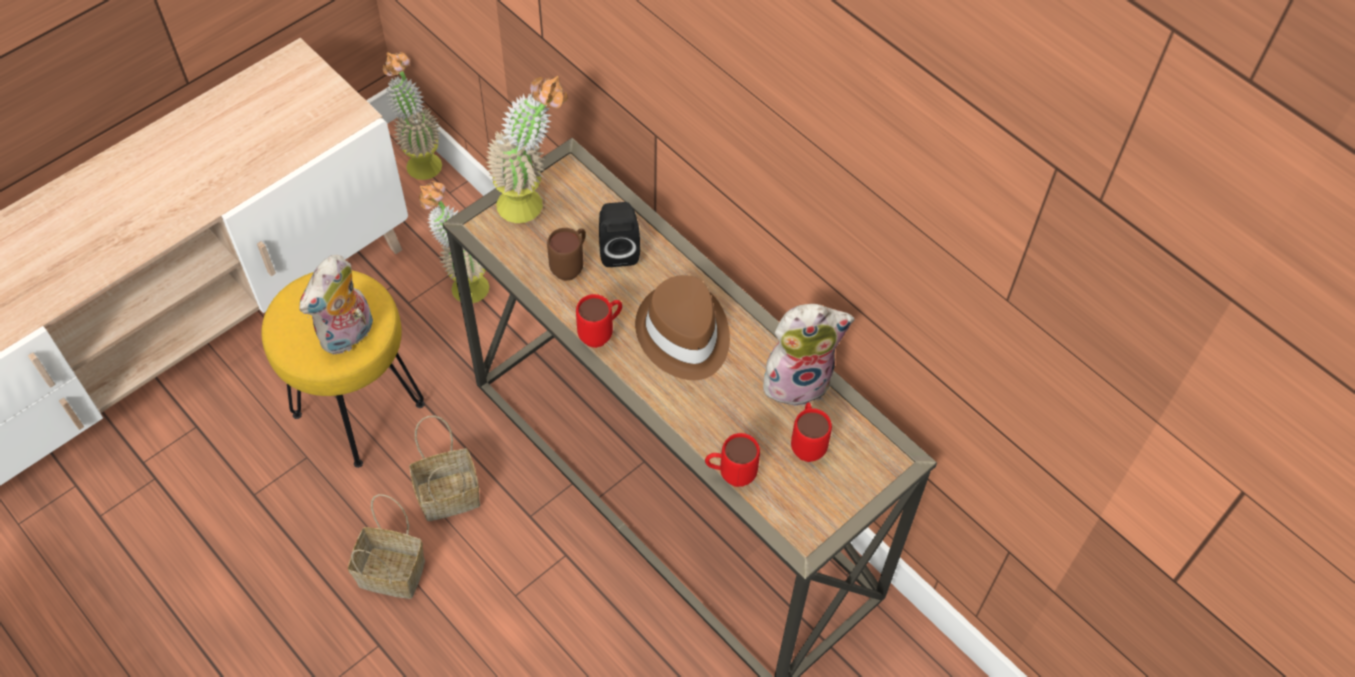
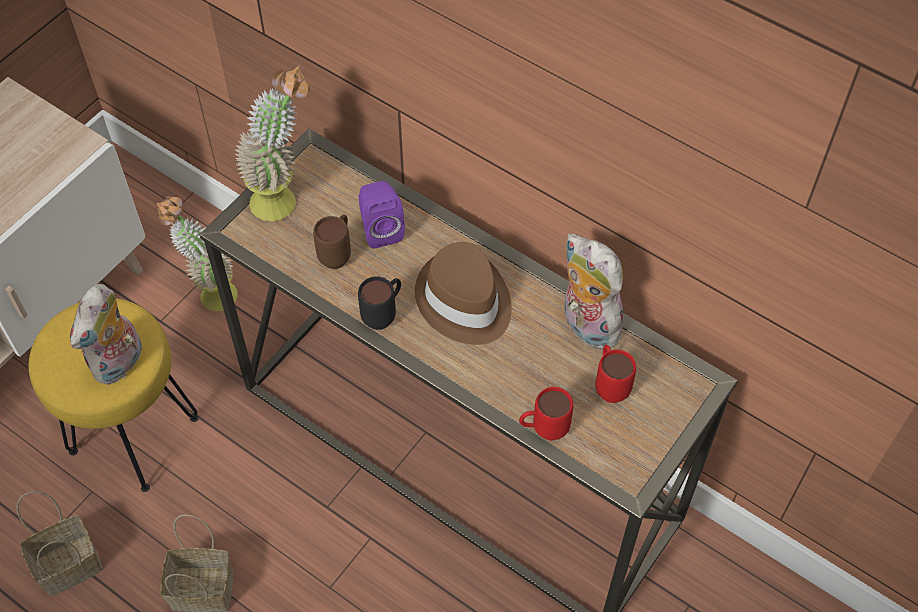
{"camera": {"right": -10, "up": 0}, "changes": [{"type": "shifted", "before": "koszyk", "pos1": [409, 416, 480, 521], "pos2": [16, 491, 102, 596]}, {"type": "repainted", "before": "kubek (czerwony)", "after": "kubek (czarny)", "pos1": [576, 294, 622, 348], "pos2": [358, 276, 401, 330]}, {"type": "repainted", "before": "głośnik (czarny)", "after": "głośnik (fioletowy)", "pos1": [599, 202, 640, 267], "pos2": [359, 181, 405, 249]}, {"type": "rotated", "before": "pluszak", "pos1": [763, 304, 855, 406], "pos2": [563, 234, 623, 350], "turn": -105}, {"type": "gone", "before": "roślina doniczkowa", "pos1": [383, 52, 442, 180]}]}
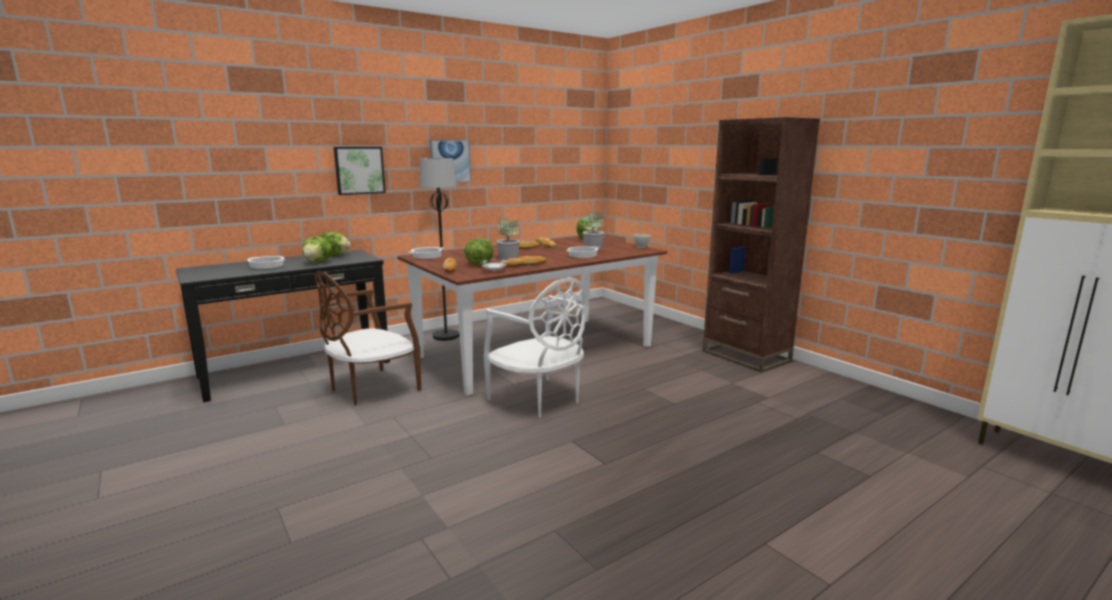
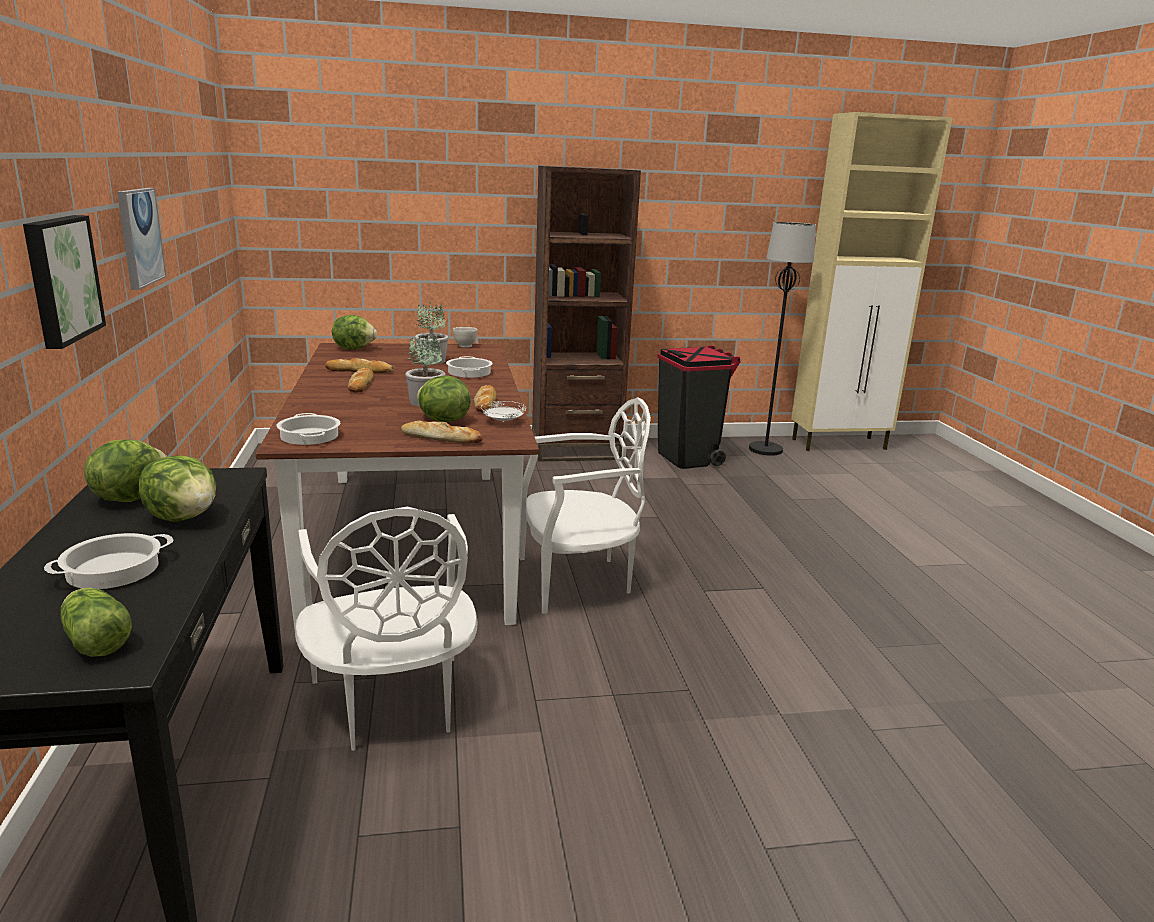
{"camera": {"right": -65, "up": 5}, "changes": [{"type": "new", "after": "sałata", "pos2": [60, 587, 132, 657]}, {"type": "repainted", "before": "krzesło (brązowy)", "after": "krzesło (biały)", "pos1": [314, 271, 421, 405], "pos2": [295, 507, 478, 751]}, {"type": "new", "after": "kosz na śmieci (czarny)", "pos2": [658, 345, 741, 469]}, {"type": "shifted", "before": "lampa stojąca (czarny)", "pos1": [420, 158, 460, 341], "pos2": [749, 222, 816, 456]}]}
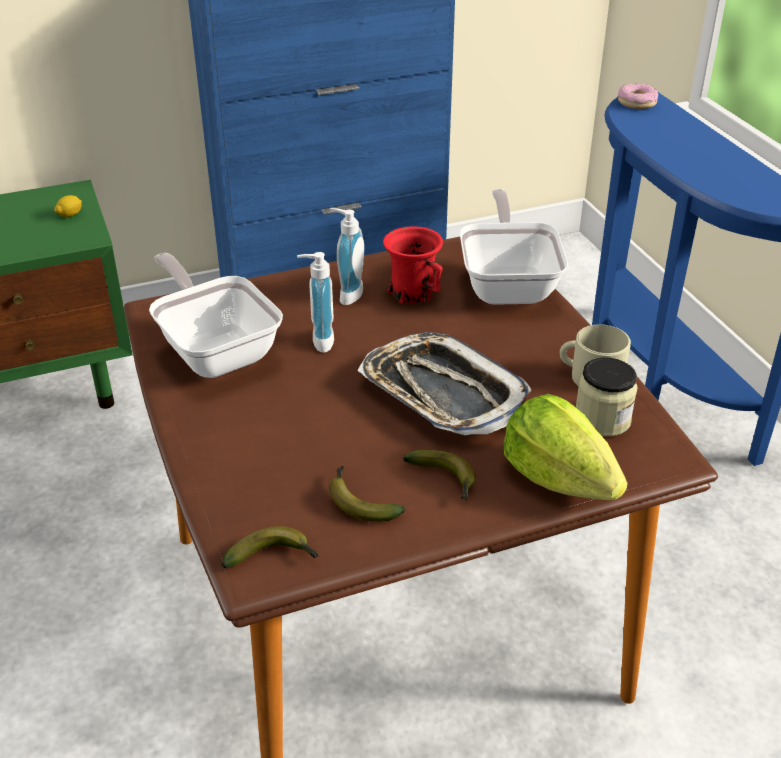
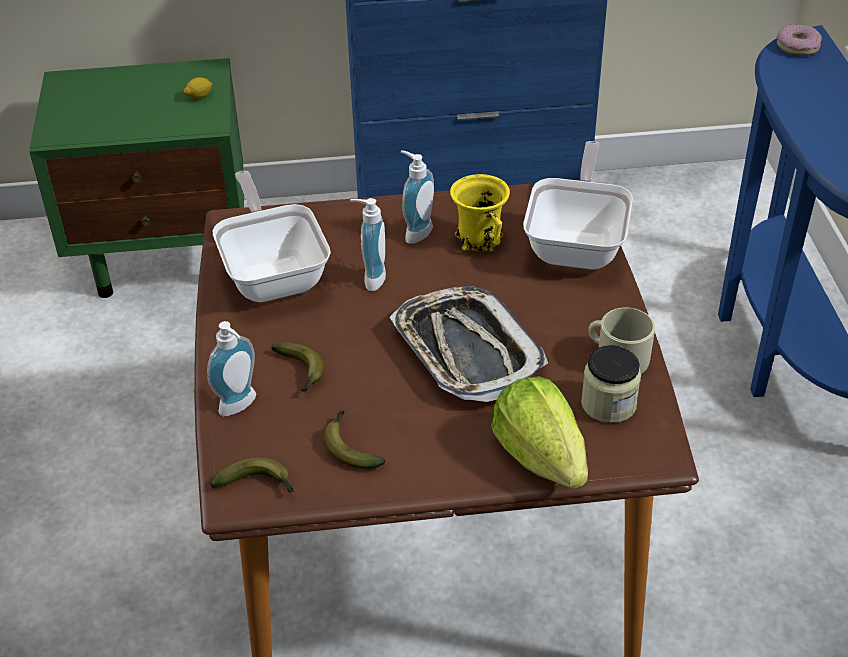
{"camera": {"right": 15, "up": 5}, "changes": [{"type": "new", "after": "dozownik mydła", "pos2": [207, 321, 256, 416]}, {"type": "shifted", "before": "banan", "pos1": [403, 450, 476, 500], "pos2": [271, 342, 324, 393]}, {"type": "repainted", "before": "kubek (czerwony)", "after": "kubek (żółty)", "pos1": [383, 226, 443, 304], "pos2": [450, 174, 510, 252]}]}
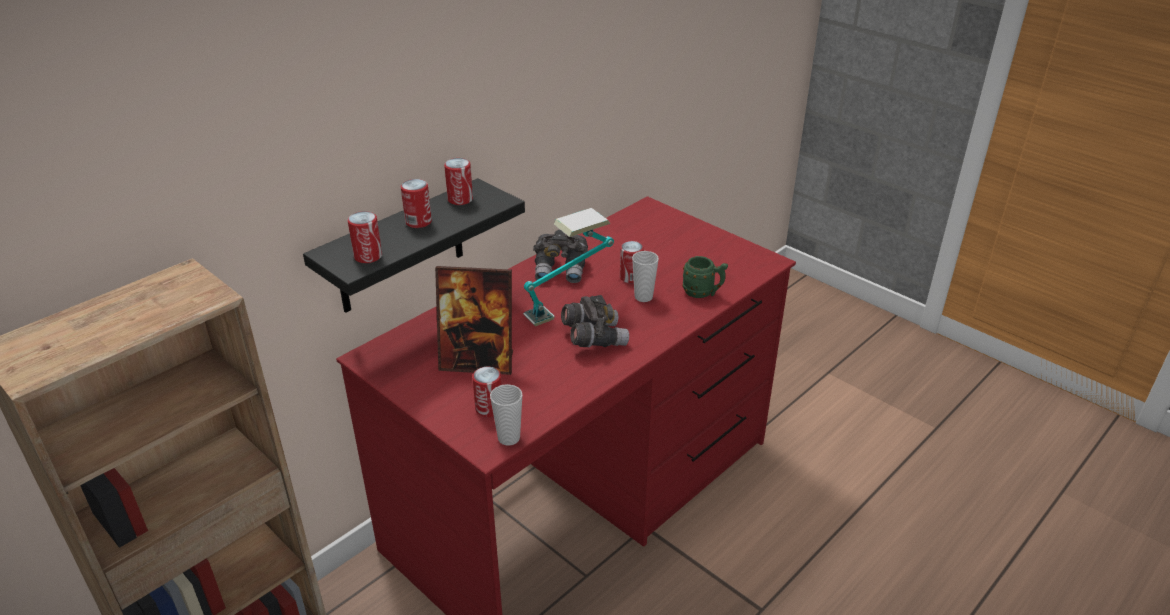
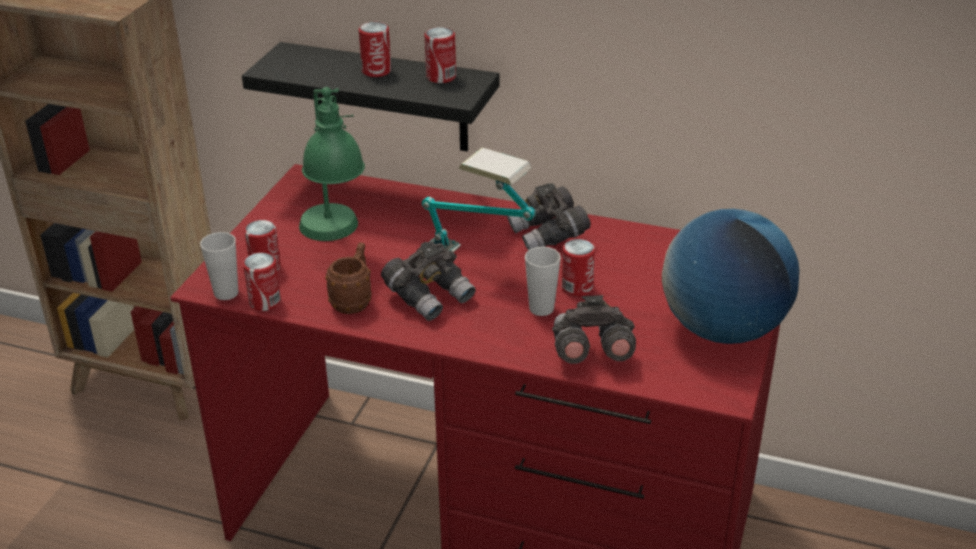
{"camera": {"right": 65, "up": 0}, "changes": [{"type": "shifted", "before": "puszka", "pos1": [348, 211, 382, 263], "pos2": [243, 253, 281, 311]}, {"type": "swapped", "before": "ramka na zdjęcie", "after": "lampa stołowa (zielony)", "pos1": [435, 266, 513, 375], "pos2": [299, 87, 365, 241]}, {"type": "new", "after": "kubek (brązowy)", "pos2": [326, 242, 372, 314]}, {"type": "swapped", "before": "kubek (zielony)", "after": "lornetka (szary)", "pos1": [682, 256, 728, 298], "pos2": [552, 295, 636, 364]}, {"type": "new", "after": "globus", "pos2": [662, 209, 799, 344]}]}
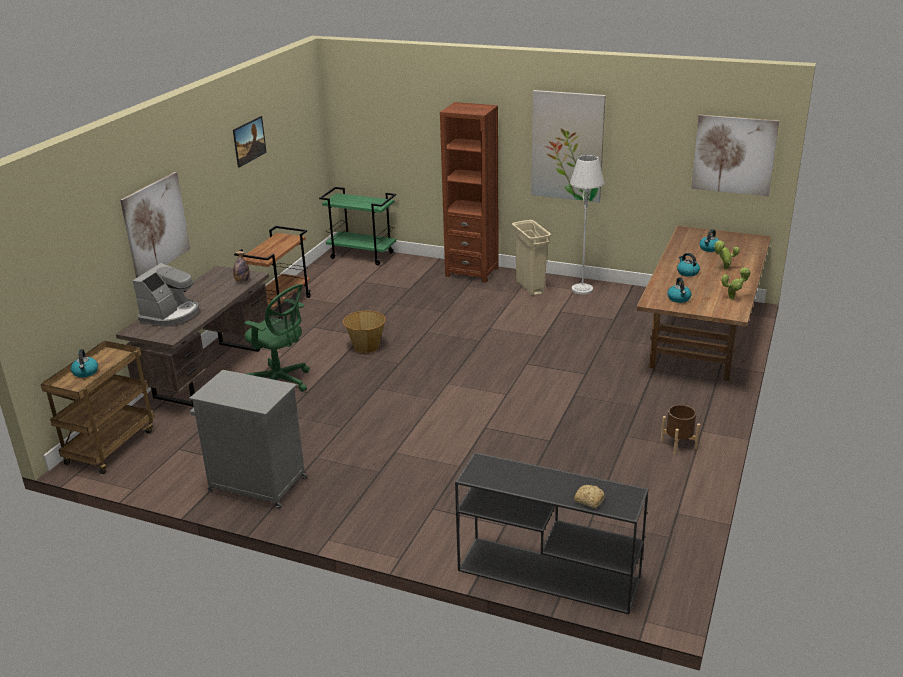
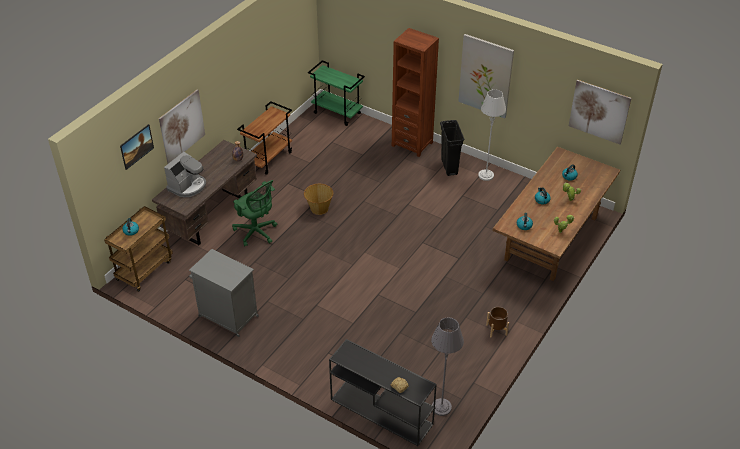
{"camera": {"right": 10, "up": 15}, "changes": [{"type": "shifted", "before": "obraz", "pos1": [233, 116, 267, 168], "pos2": [120, 124, 154, 170]}, {"type": "new", "after": "lampa stojąca (szary)", "pos2": [431, 317, 464, 416]}, {"type": "repainted", "before": "kosz na śmieci (beżowy)", "after": "kosz na śmieci (czarny)", "pos1": [512, 220, 551, 295], "pos2": [440, 120, 464, 176]}]}
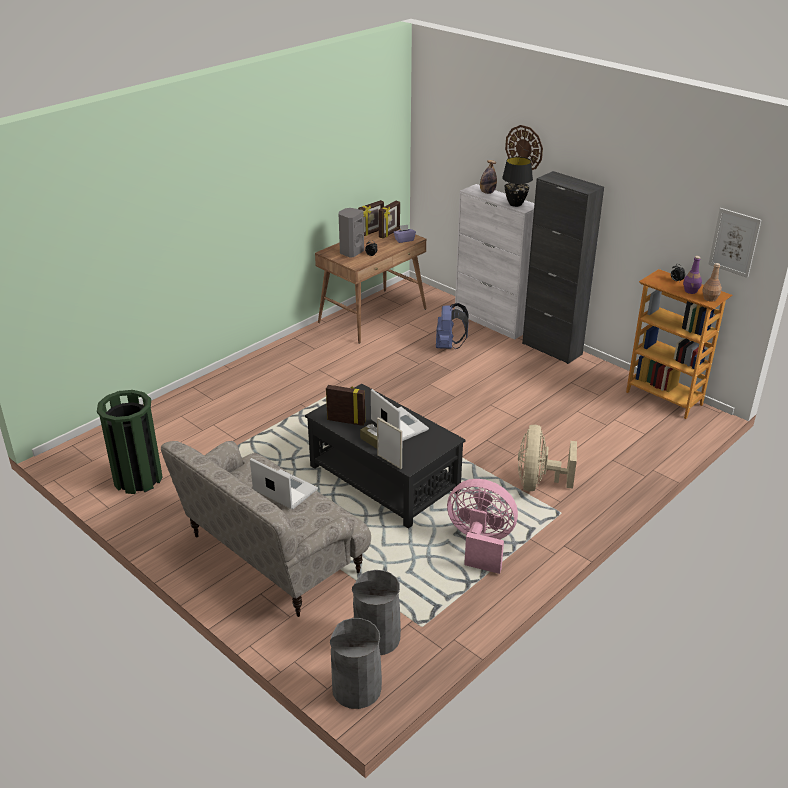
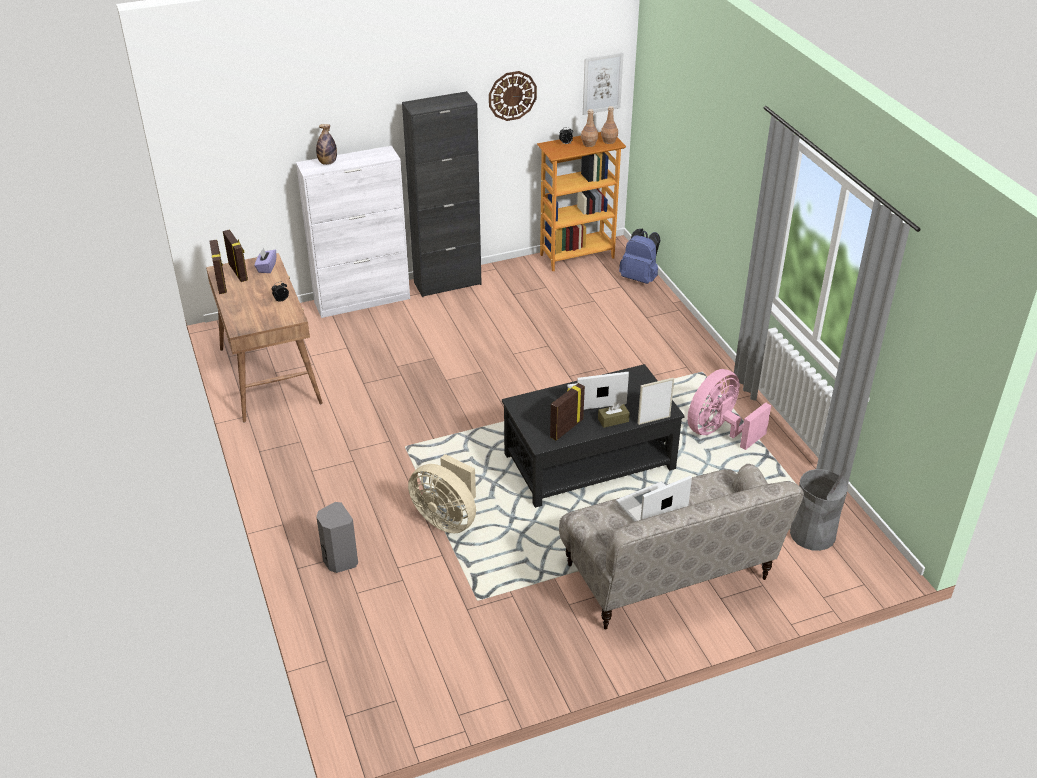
{"camera": {"right": -65, "up": 5}, "changes": [{"type": "shifted", "before": "głośnik (szary)", "pos1": [339, 208, 364, 258], "pos2": [316, 502, 358, 573]}, {"type": "shifted", "before": "wentylator (beżowy)", "pos1": [518, 425, 577, 491], "pos2": [408, 454, 476, 533]}, {"type": "shifted", "before": "zegar ścienny", "pos1": [505, 125, 543, 170], "pos2": [489, 71, 537, 121]}, {"type": "repainted", "before": "butelka (fioletowy)", "after": "butelka (brązowy)", "pos1": [683, 256, 702, 294], "pos2": [581, 109, 598, 147]}, {"type": "shifted", "before": "plecak (niebieski)", "pos1": [436, 303, 469, 349], "pos2": [619, 229, 661, 284]}, {"type": "gone", "before": "kosz na śmieci (zielony)", "pos1": [97, 390, 163, 494]}, {"type": "gone", "before": "kosz na śmieci (szary)", "pos1": [330, 618, 382, 709]}, {"type": "gone", "before": "lampa stołowa (czarny)", "pos1": [502, 157, 533, 207]}]}
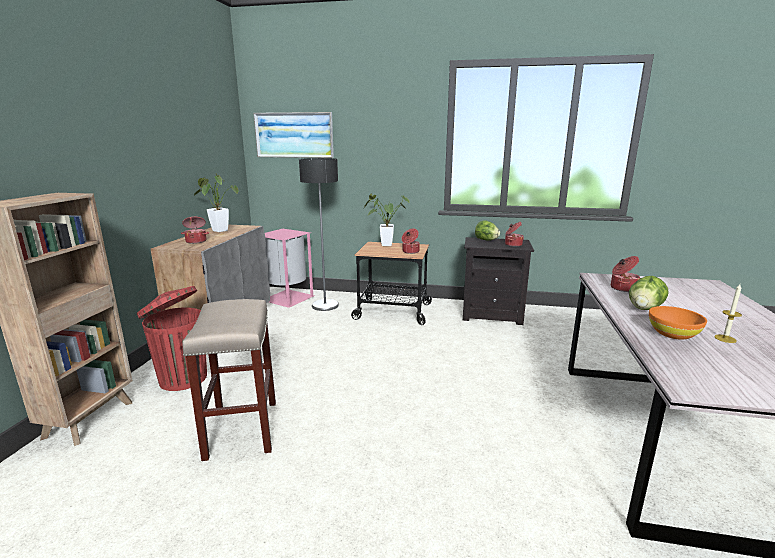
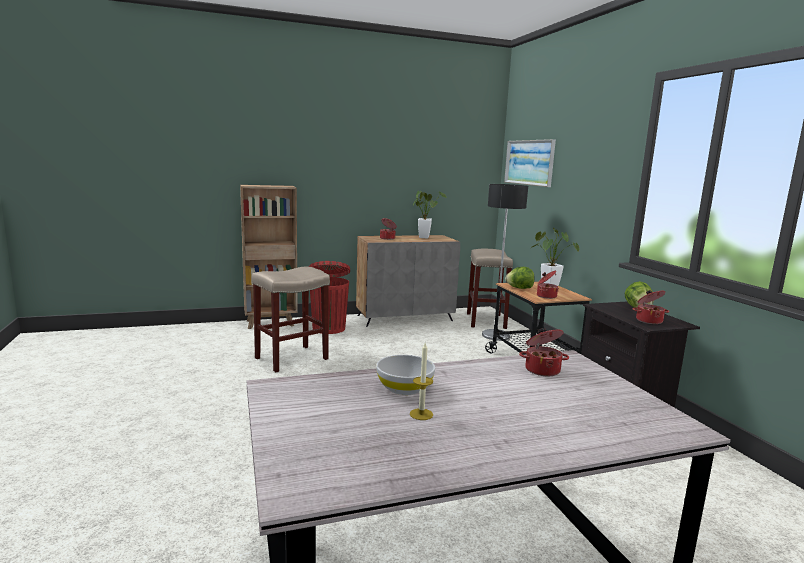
{"camera": {"right": 60, "up": -5}, "changes": [{"type": "repainted", "before": "miska (pomarańczowy)", "after": "miska (biały)", "pos1": [649, 306, 707, 340], "pos2": [376, 355, 435, 395]}, {"type": "swapped", "before": "kosz na śmieci (różowy)", "after": "stołek (beżowy)", "pos1": [265, 229, 315, 308], "pos2": [467, 248, 513, 329]}, {"type": "shifted", "before": "sałata", "pos1": [629, 276, 669, 310], "pos2": [505, 267, 534, 289]}]}
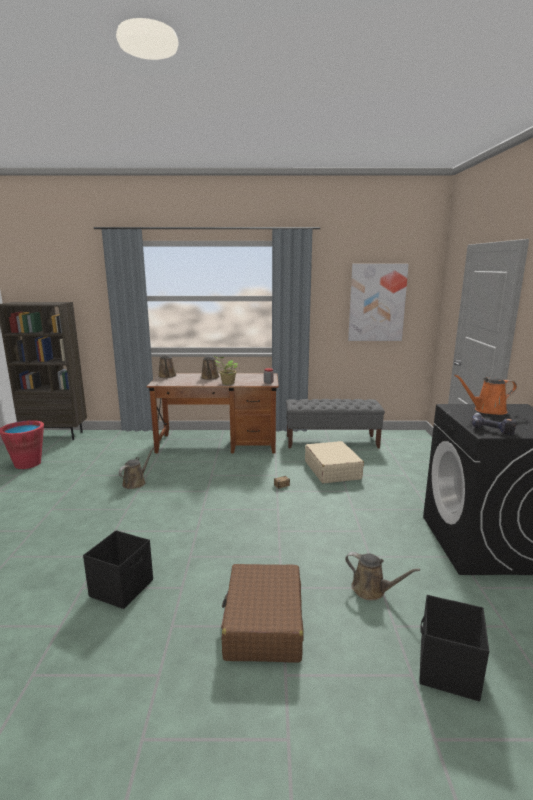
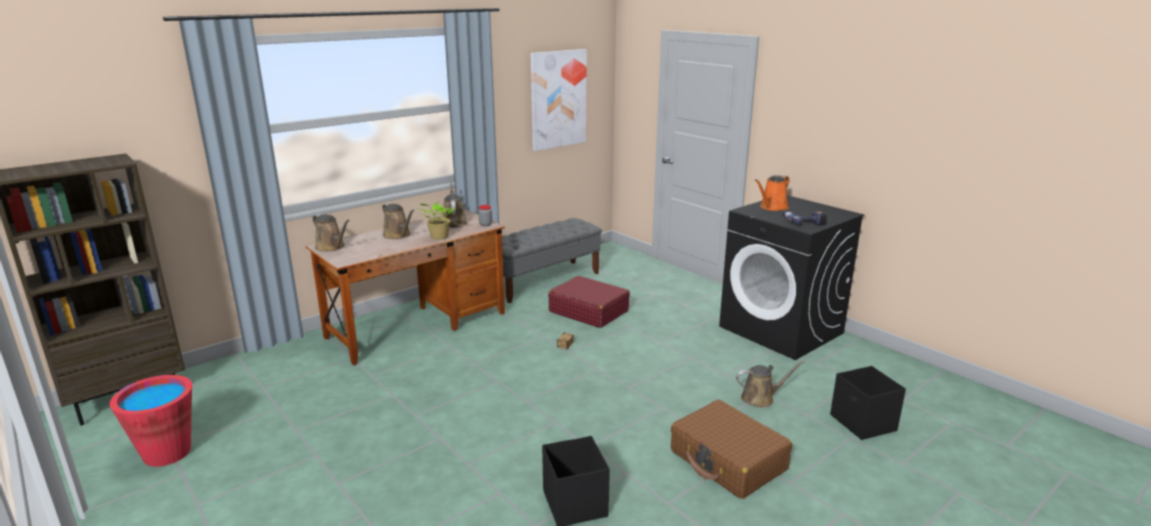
{"camera": {"right": -40, "up": 5}, "changes": [{"type": "shifted", "before": "konewka (brązowy)", "pos1": [119, 447, 155, 489], "pos2": [442, 181, 467, 228]}, {"type": "repainted", "before": "walizka (beżowy)", "after": "walizka (czerwony)", "pos1": [305, 441, 364, 483], "pos2": [548, 276, 630, 328]}]}
